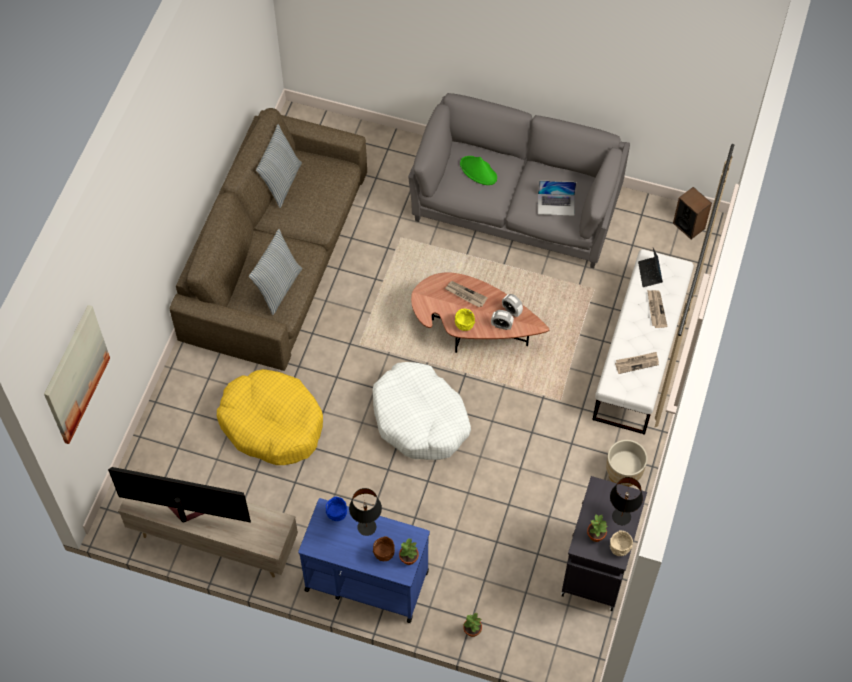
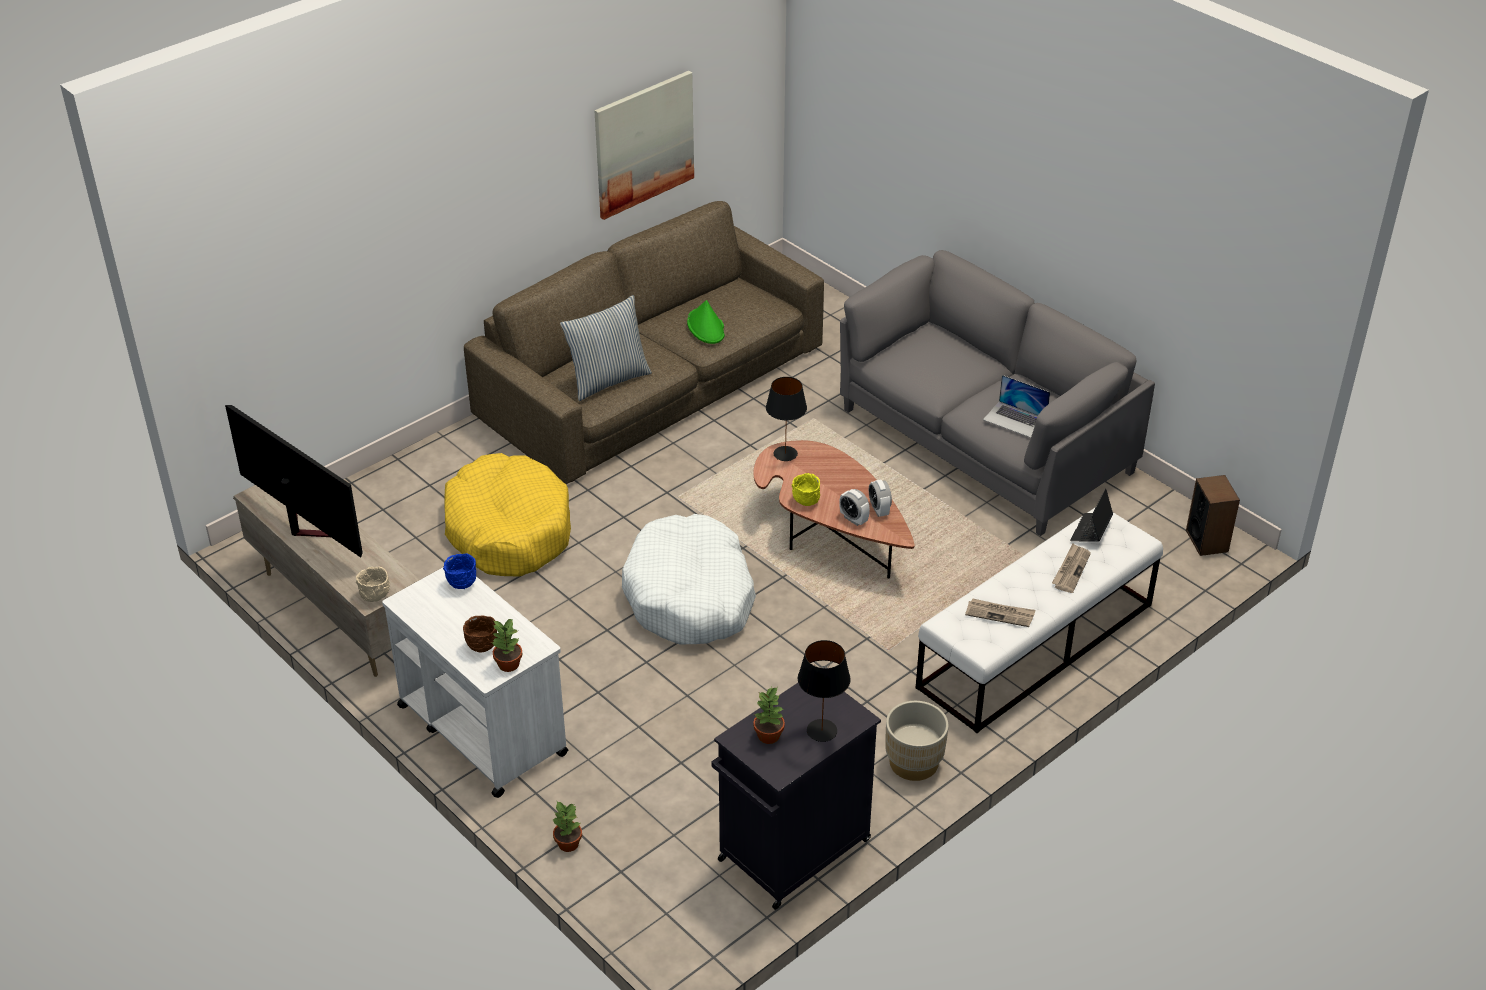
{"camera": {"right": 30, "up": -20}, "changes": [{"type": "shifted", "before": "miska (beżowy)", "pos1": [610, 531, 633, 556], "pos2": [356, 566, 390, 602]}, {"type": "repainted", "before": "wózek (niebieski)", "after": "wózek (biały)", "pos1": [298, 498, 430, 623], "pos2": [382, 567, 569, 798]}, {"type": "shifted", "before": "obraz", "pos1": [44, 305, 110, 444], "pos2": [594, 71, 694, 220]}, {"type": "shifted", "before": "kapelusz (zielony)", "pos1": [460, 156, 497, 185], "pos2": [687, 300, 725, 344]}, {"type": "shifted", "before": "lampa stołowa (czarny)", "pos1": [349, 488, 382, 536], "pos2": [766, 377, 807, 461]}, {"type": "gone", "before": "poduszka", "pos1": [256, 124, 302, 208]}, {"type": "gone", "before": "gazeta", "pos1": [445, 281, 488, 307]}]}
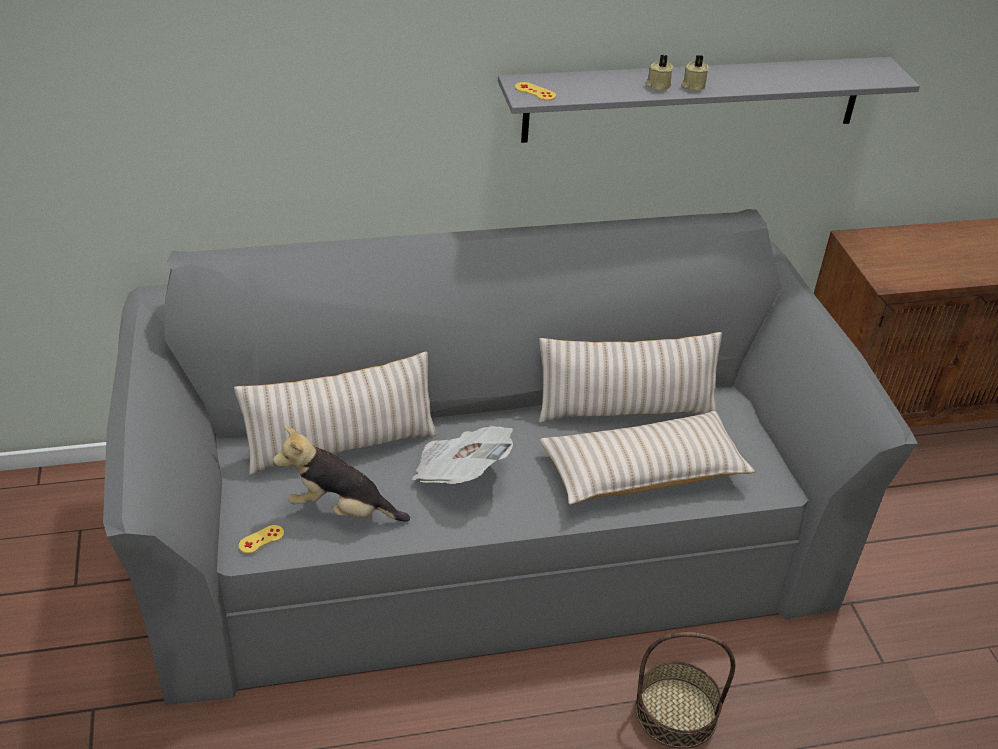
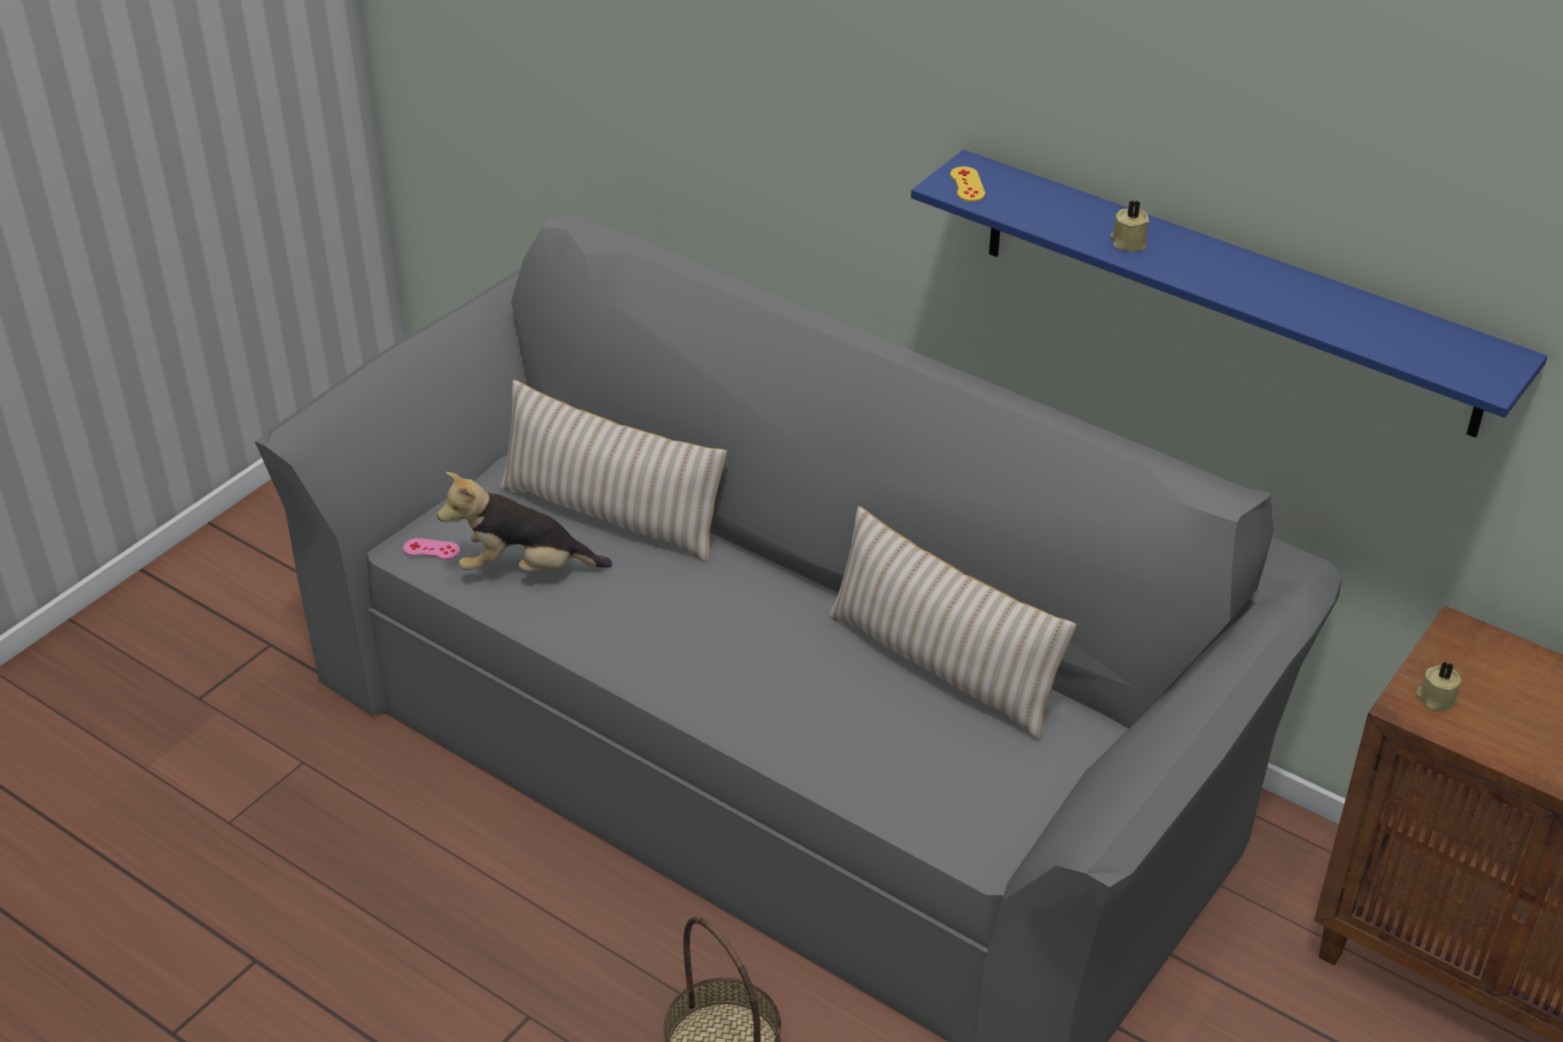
{"camera": {"right": 50, "up": 0}, "changes": [{"type": "repainted", "before": "pad do gier (żółty)", "after": "pad do gier (różowy)", "pos1": [239, 525, 284, 554], "pos2": [403, 538, 460, 560]}, {"type": "rotated", "before": "pluszak", "pos1": [273, 427, 410, 522], "pos2": [437, 472, 612, 571], "turn": -60}, {"type": "repainted", "before": "półka (szary)", "after": "półka (niebieski)", "pos1": [498, 57, 920, 143], "pos2": [911, 150, 1548, 438]}, {"type": "shifted", "before": "świeca (beżowy)", "pos1": [681, 55, 709, 91], "pos2": [1416, 661, 1462, 710]}, {"type": "gone", "before": "gazeta", "pos1": [412, 426, 513, 484]}, {"type": "gone", "before": "poduszka (beżowy)", "pos1": [540, 411, 755, 505]}]}
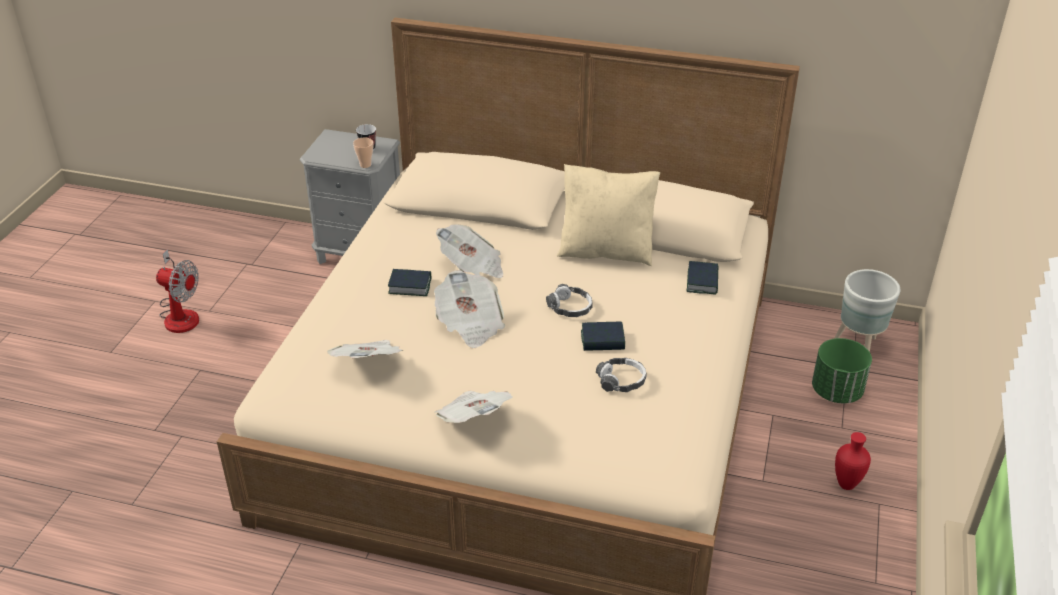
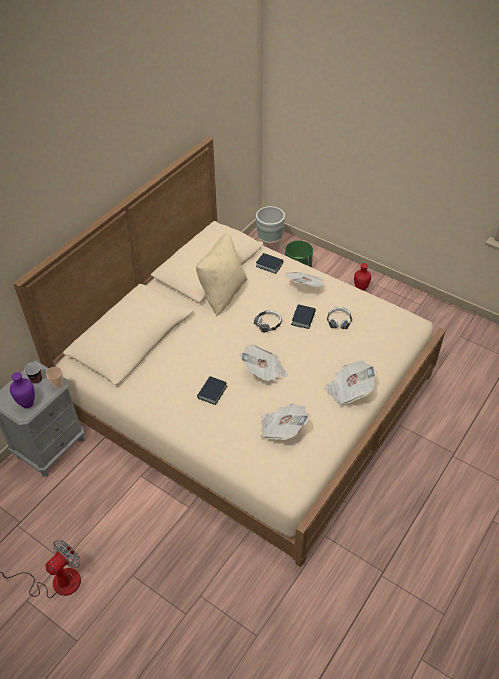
{"camera": {"right": -70, "up": 10}, "changes": [{"type": "new", "after": "wazon (fioletowy)", "pos2": [10, 372, 35, 408]}, {"type": "shifted", "before": "gazeta", "pos1": [436, 224, 503, 278], "pos2": [285, 272, 324, 287]}]}
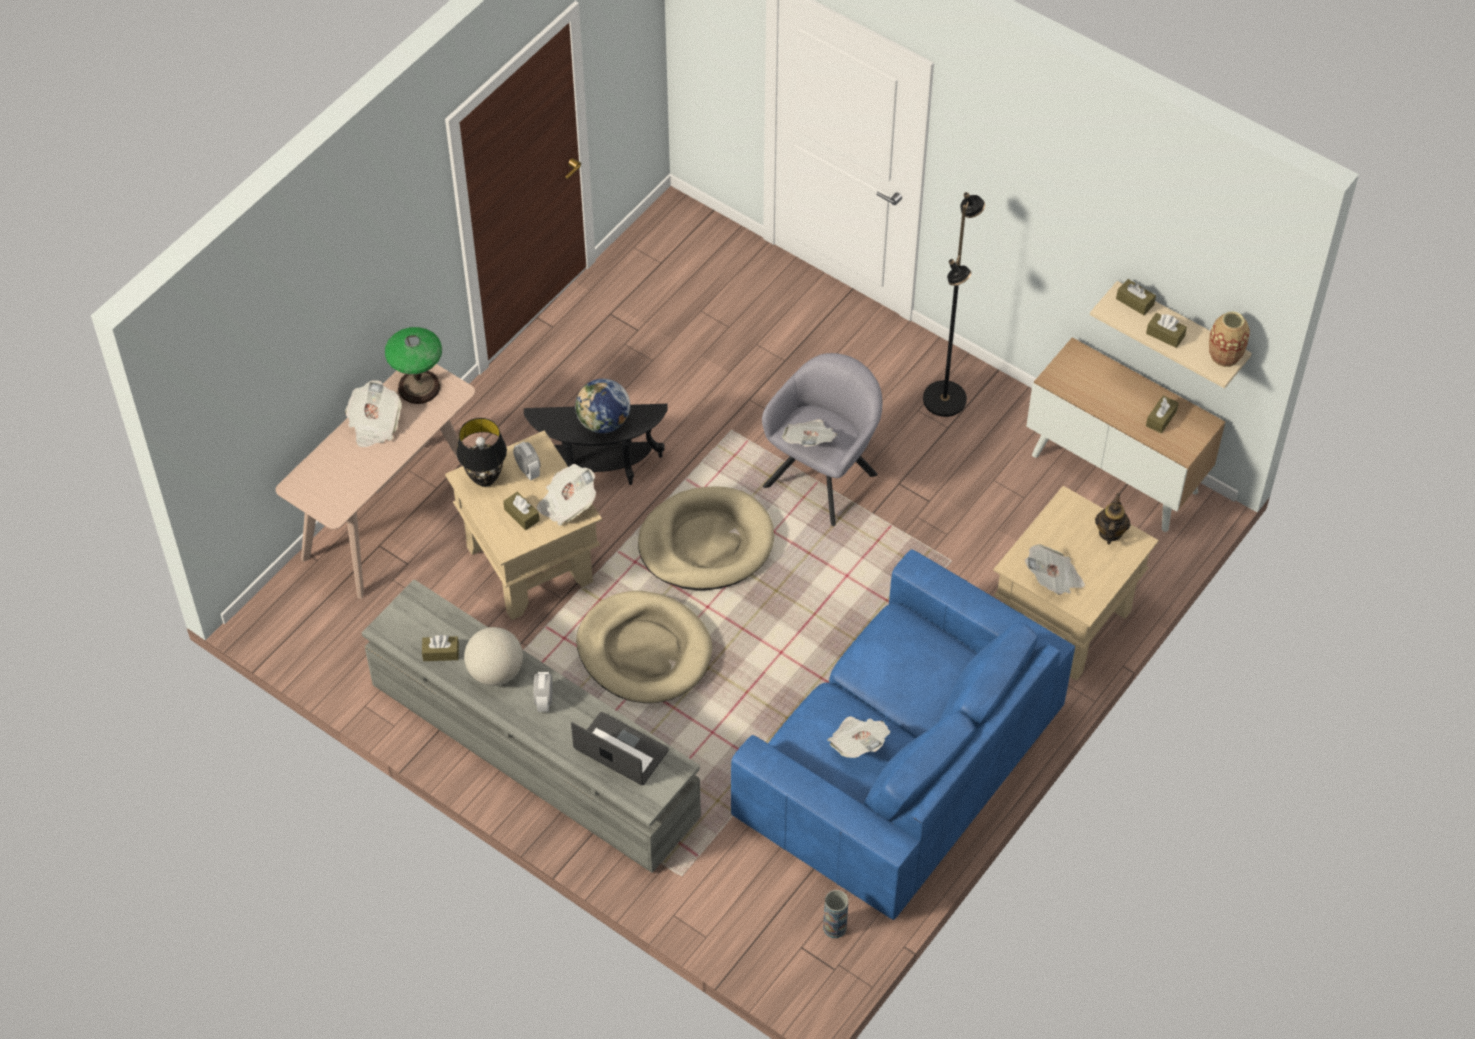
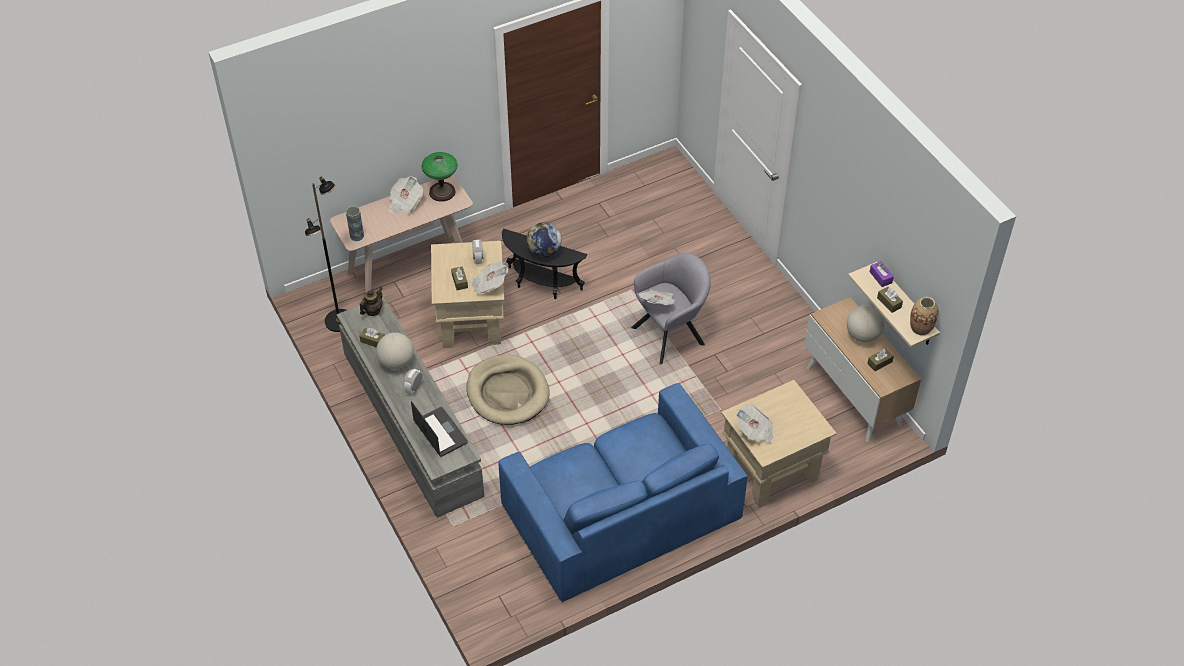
{"camera": {"right": 25, "up": -5}, "changes": [{"type": "shifted", "before": "lampa stojąca (czarny)", "pos1": [923, 192, 985, 417], "pos2": [305, 177, 347, 332]}, {"type": "shifted", "before": "wazon", "pos1": [823, 890, 848, 938], "pos2": [346, 206, 364, 241]}, {"type": "shifted", "before": "imbryk", "pos1": [1095, 494, 1130, 544], "pos2": [360, 288, 383, 316]}, {"type": "new", "after": "globus", "pos2": [847, 305, 884, 343]}, {"type": "repainted", "before": "pudełko chusteczek (brązowy)", "after": "pudełko chusteczek (fioletowy)", "pos1": [1116, 279, 1156, 315], "pos2": [870, 261, 894, 287]}, {"type": "gone", "before": "lampa stołowa (czarny)", "pos1": [457, 418, 507, 487]}, {"type": "gone", "before": "legowisko (beżowy)", "pos1": [638, 487, 774, 591]}, {"type": "gone", "before": "gazeta", "pos1": [827, 717, 890, 758]}]}
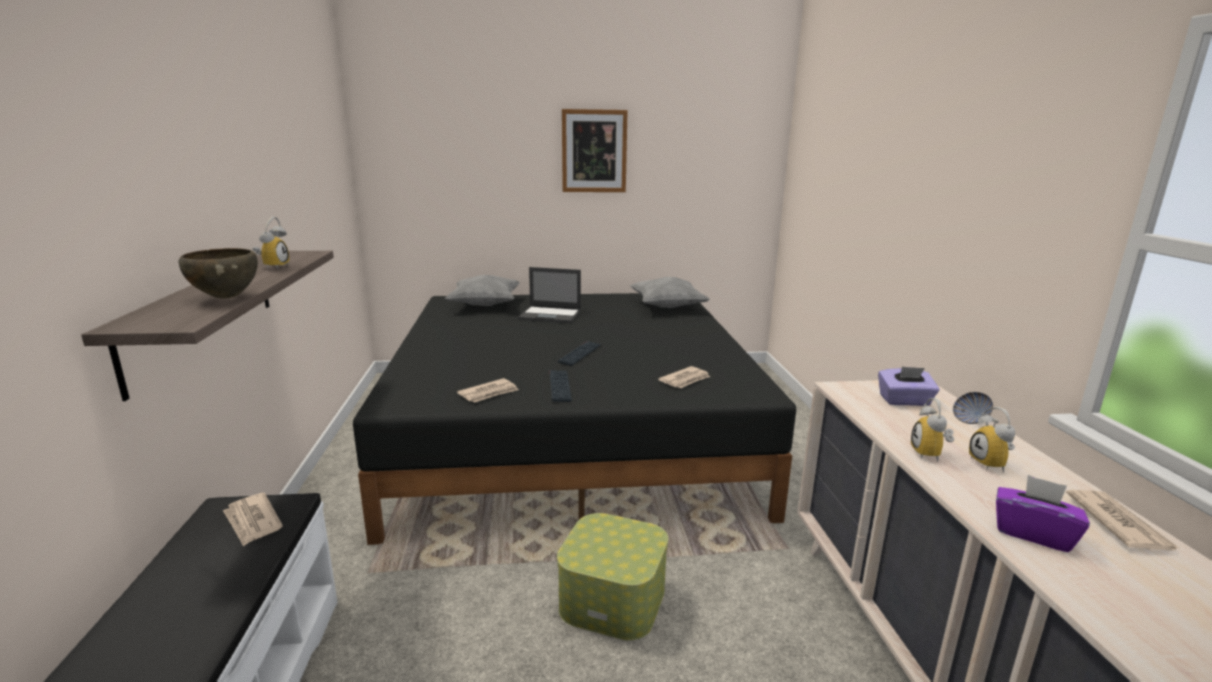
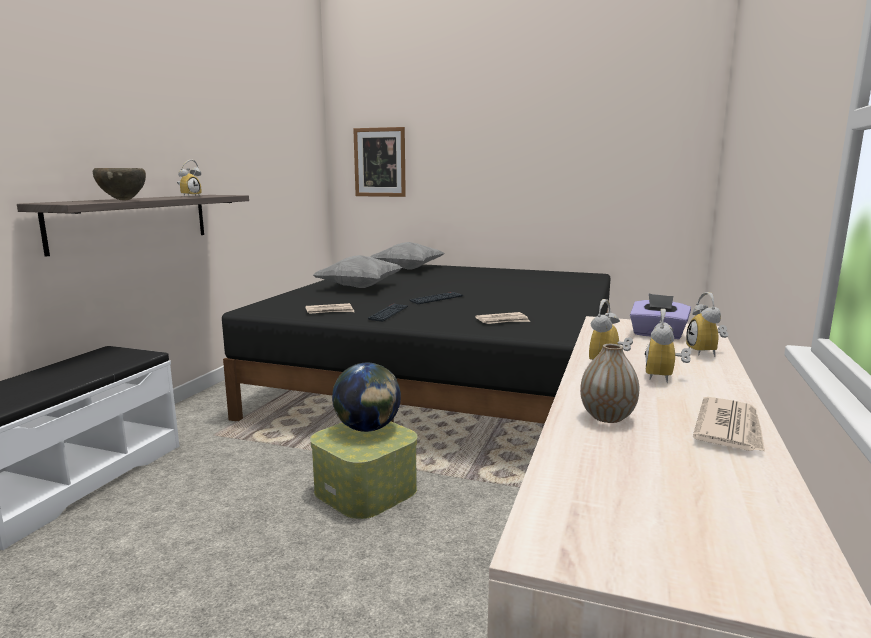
{"camera": {"right": 25, "up": -5}, "changes": [{"type": "shifted", "before": "poduszka (szary)", "pos1": [630, 277, 710, 308], "pos2": [313, 255, 403, 288]}, {"type": "new", "after": "globus", "pos2": [332, 363, 401, 432]}, {"type": "shifted", "before": "obraz", "pos1": [562, 109, 628, 192], "pos2": [353, 127, 406, 197]}, {"type": "swapped", "before": "pudełko chusteczek (fioletowy)", "after": "wazon", "pos1": [996, 475, 1090, 552], "pos2": [580, 344, 639, 423]}, {"type": "swapped", "before": "miska", "after": "budzik", "pos1": [953, 392, 993, 424], "pos2": [686, 292, 728, 357]}, {"type": "gone", "before": "gazeta", "pos1": [223, 493, 283, 546]}, {"type": "gone", "before": "laptop", "pos1": [517, 267, 581, 323]}]}
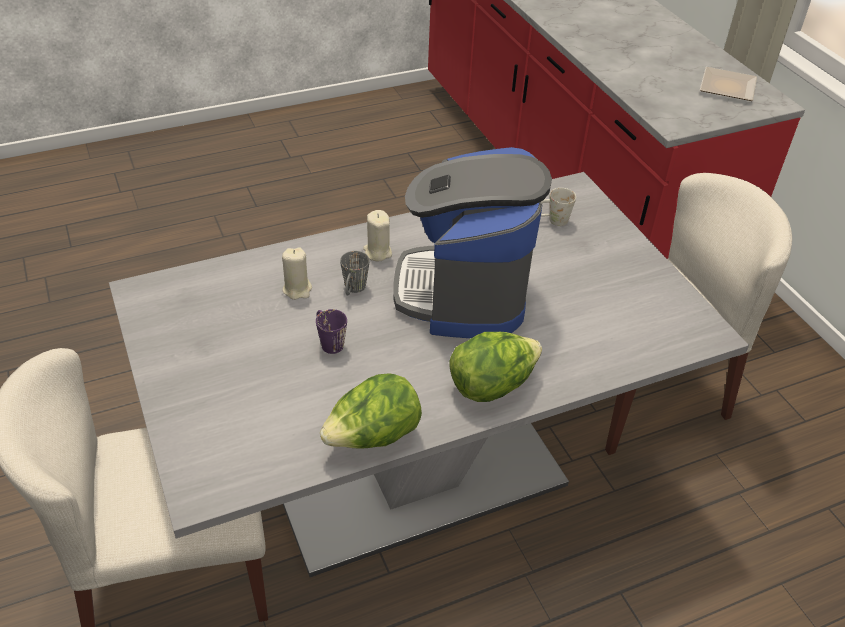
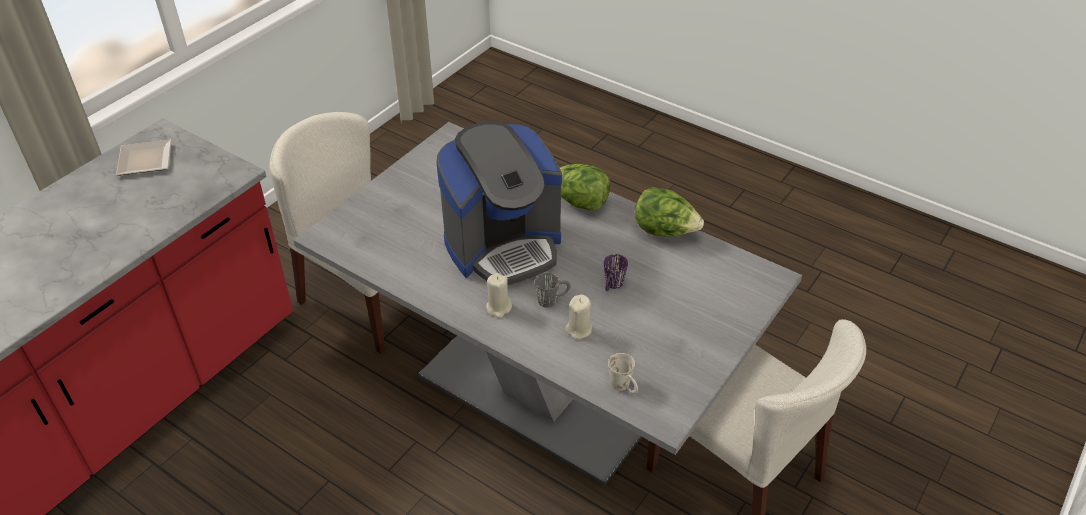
{"camera": {"right": -120, "up": 0}, "changes": [{"type": "shifted", "before": "kubek (biały)", "pos1": [541, 188, 576, 226], "pos2": [608, 353, 638, 394]}]}
